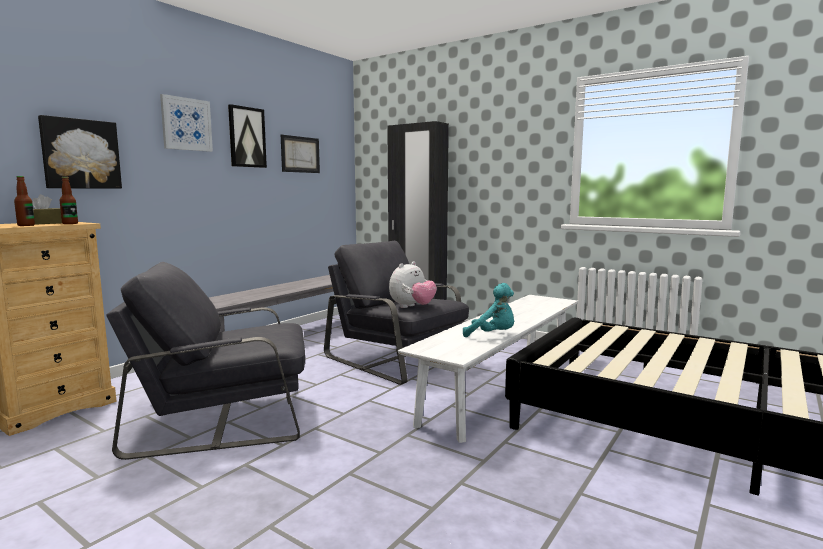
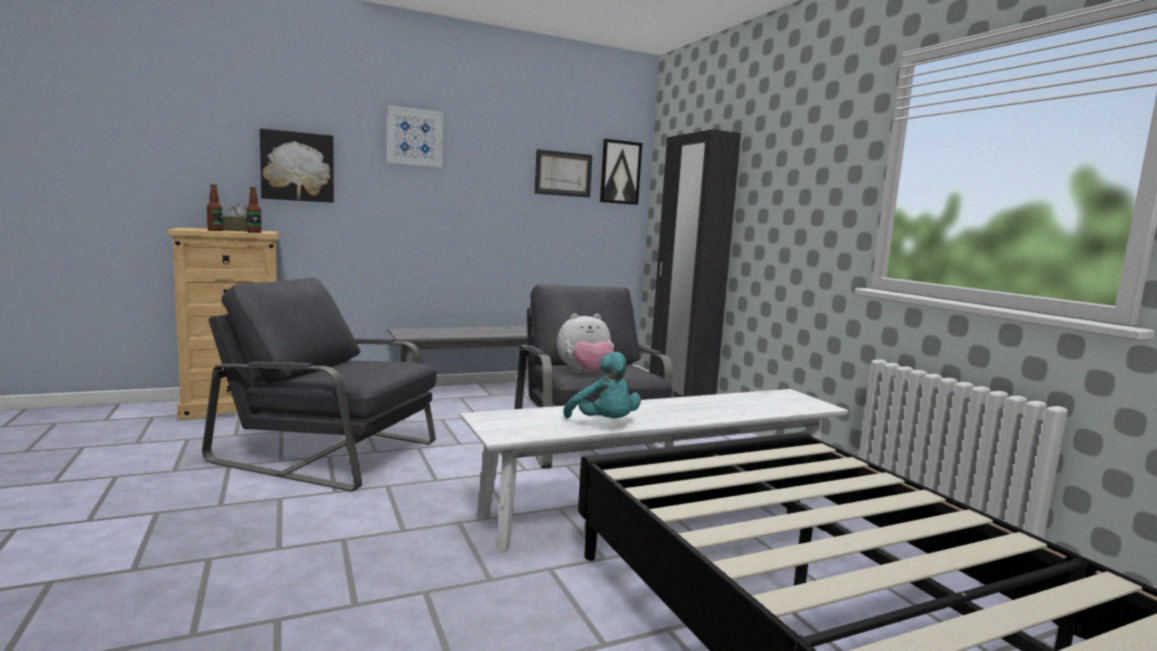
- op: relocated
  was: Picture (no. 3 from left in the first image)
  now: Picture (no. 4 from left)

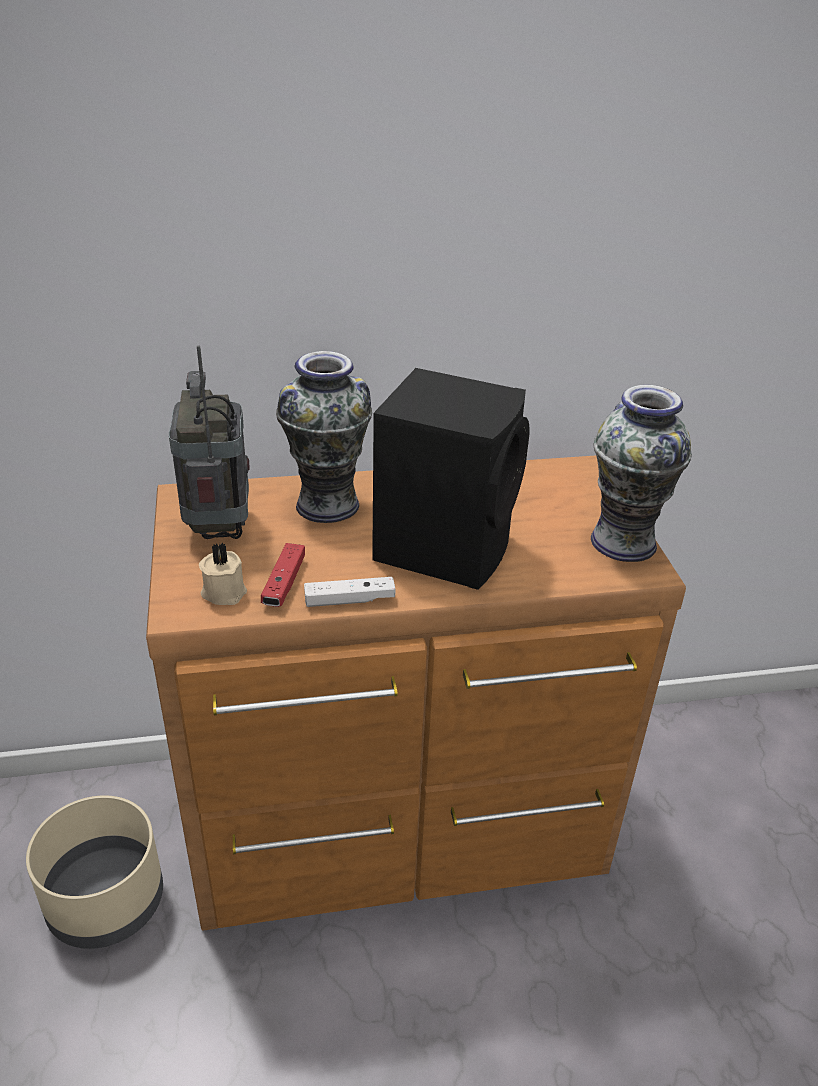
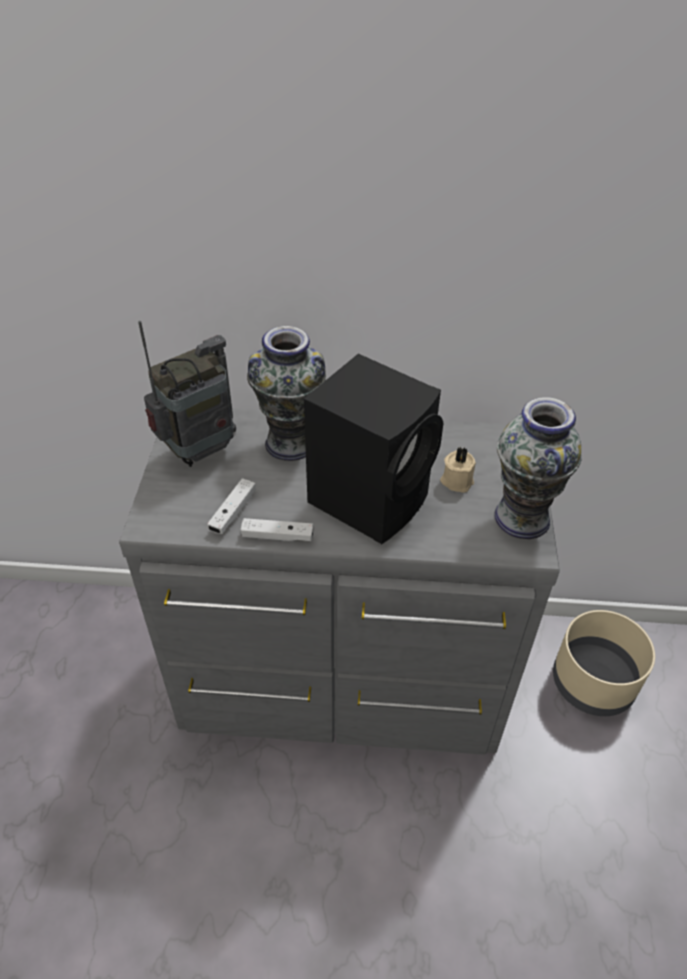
- op: colour
  was: BrownDrawerChest
  now: GreyDrawerChest
- op: spun
  was: RadioSet
  clockwise: 45
- op: colour
  was: ReddishGameController
  now: WhitishGameController (no. 1 from left)
- op: relocated
  was: BeigeColouredWaxLight
- op: relocated
  was: BeigeColouredPlanter

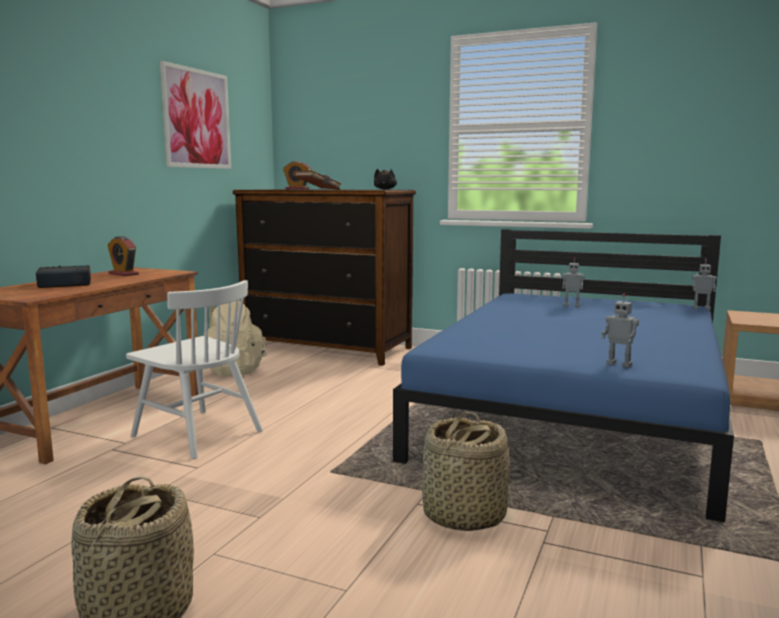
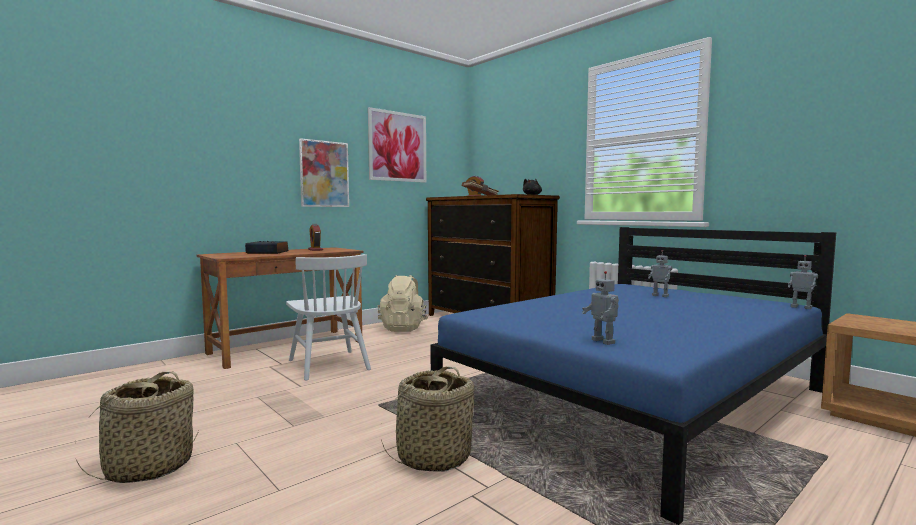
- op: appeared
  now: Picture (no. 1 from left)

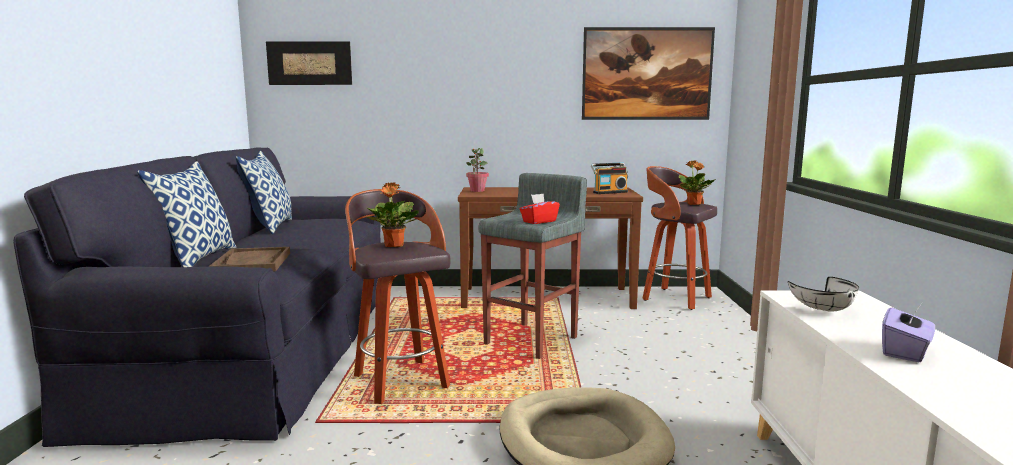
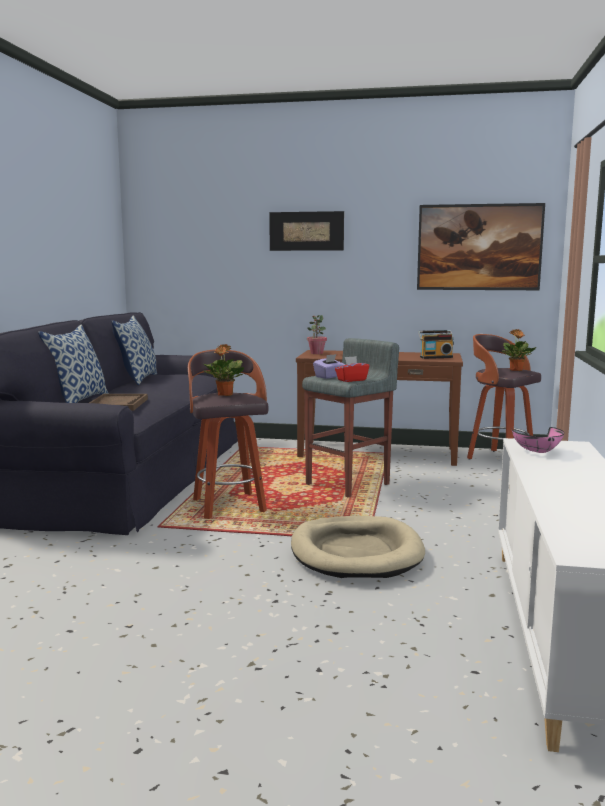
- op: relocated
  was: Picture (no. 1 from left)
- op: relocated
  was: PurpleTissueHolder
- op: colour
  was: WhitishBowl
  now: PinkBowl

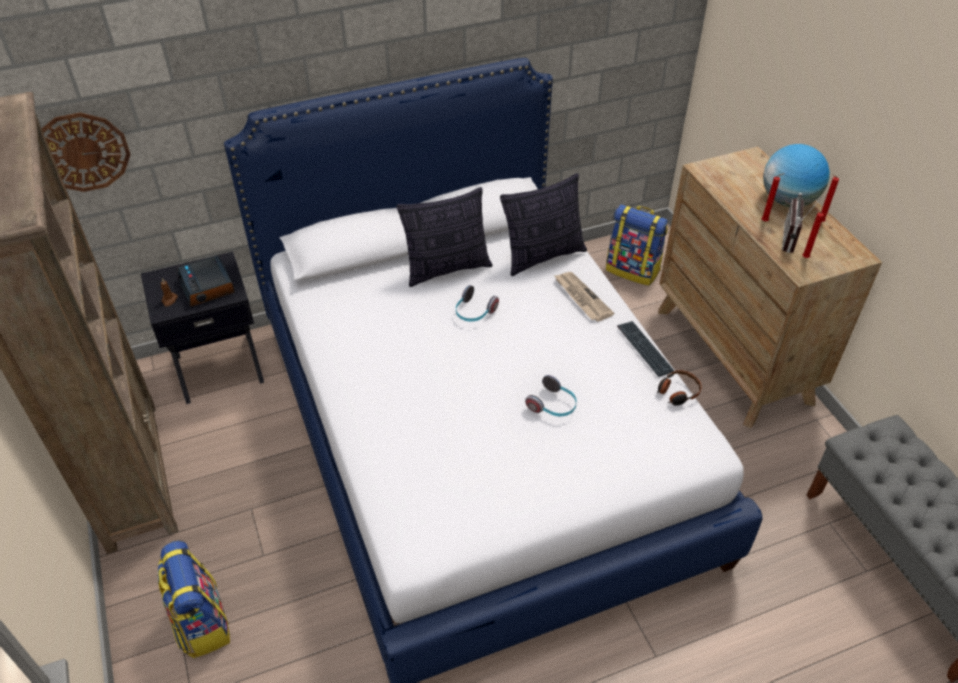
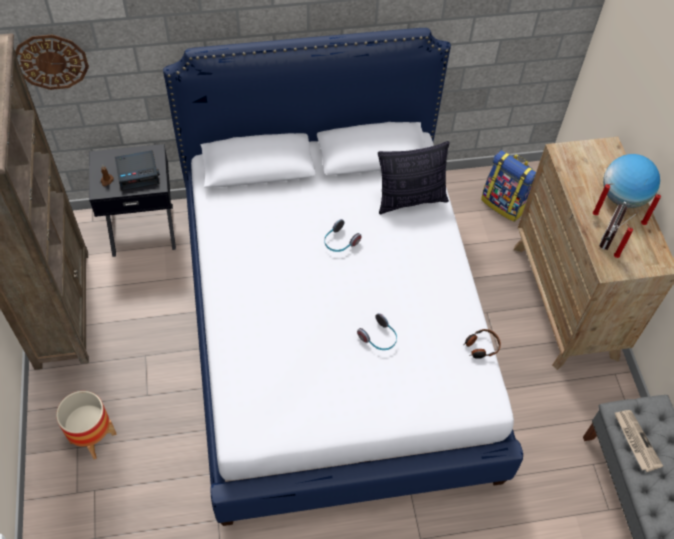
- op: exchanged
  was: Knapsack (no. 1 from left)
  now: Planter
- op: spun
  was: AlarmClock
  clockwise: -90
- op: relocated
  was: PrintedPaper
- op: missing
  was: Pillow (no. 1 from left)
- op: missing
  was: ComputerKeyboard

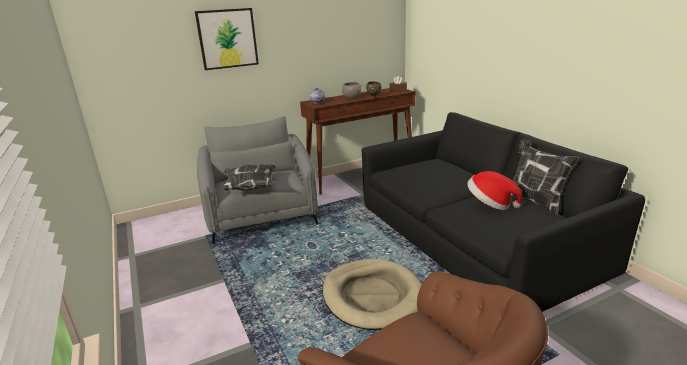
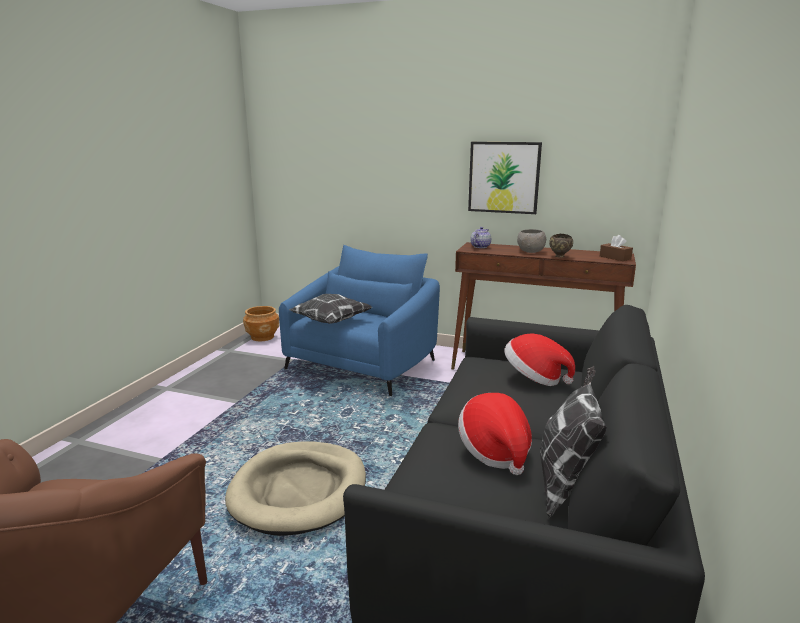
- op: appeared
  now: BrownPlanter
- op: colour
  was: GreyEasyChair
  now: BluishEasyChair
- op: relocated
  was: Picture
- op: appeared
  now: WearableHat (no. 2 from left)

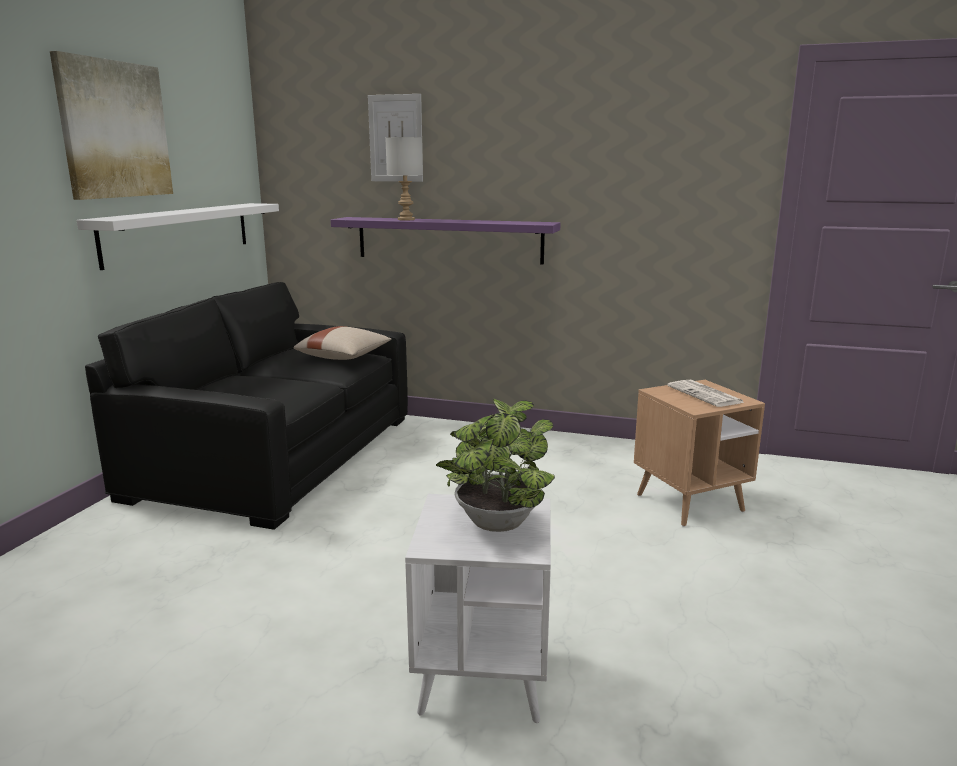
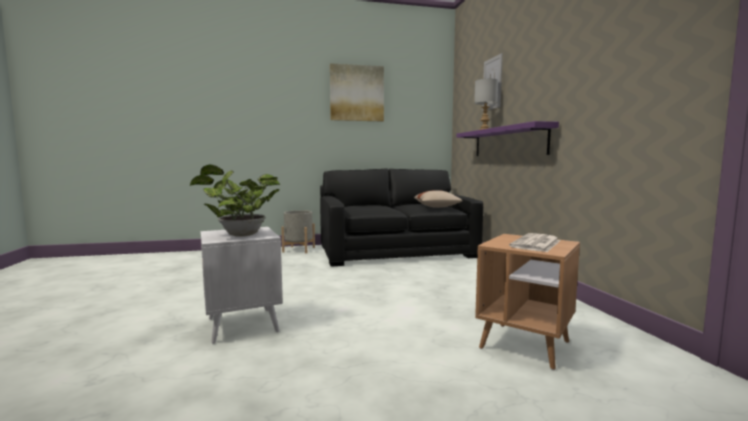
- op: appeared
  now: GreyPlanter
- op: missing
  was: WhitishWallShelf

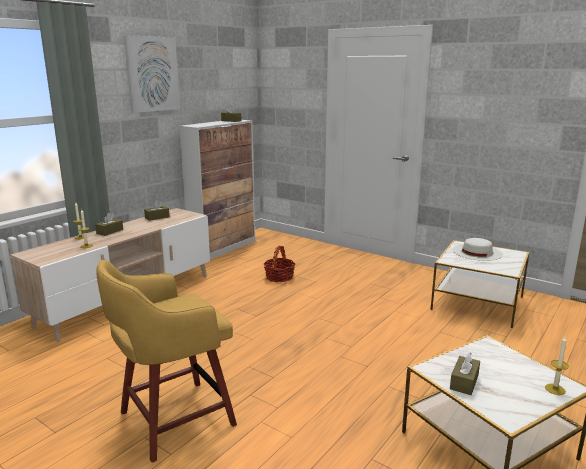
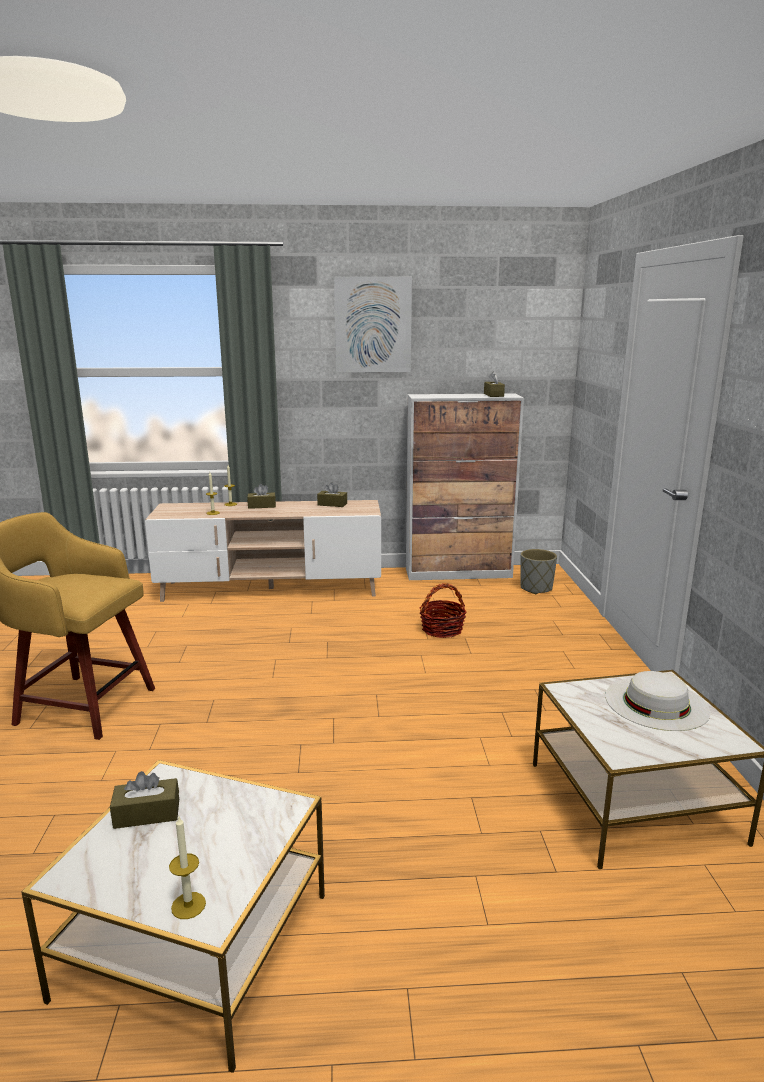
- op: appeared
  now: GreyPlanter

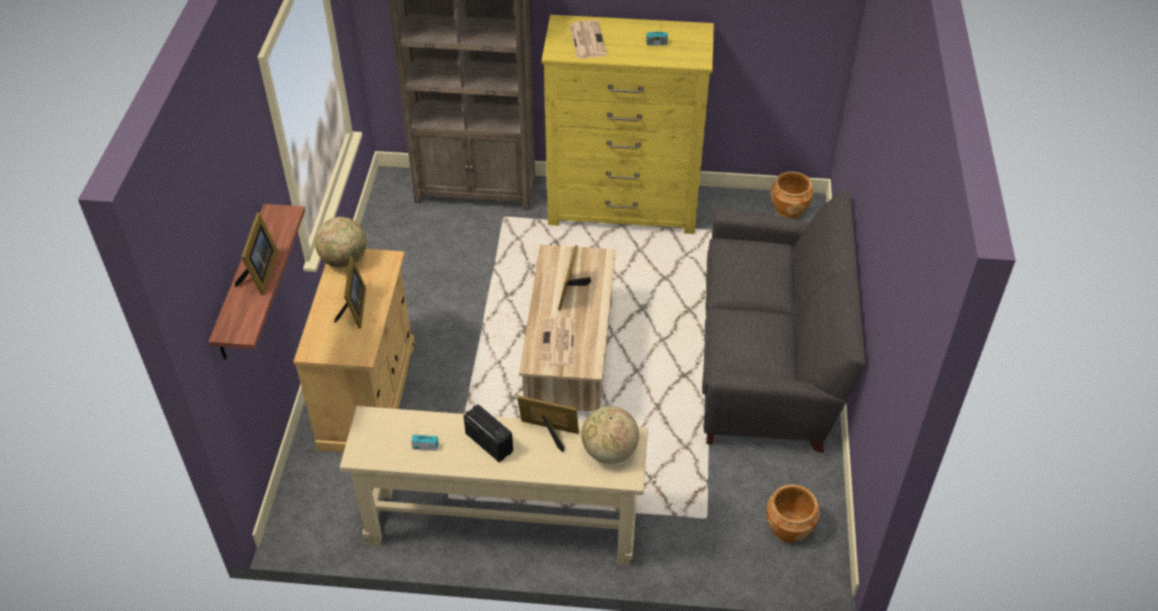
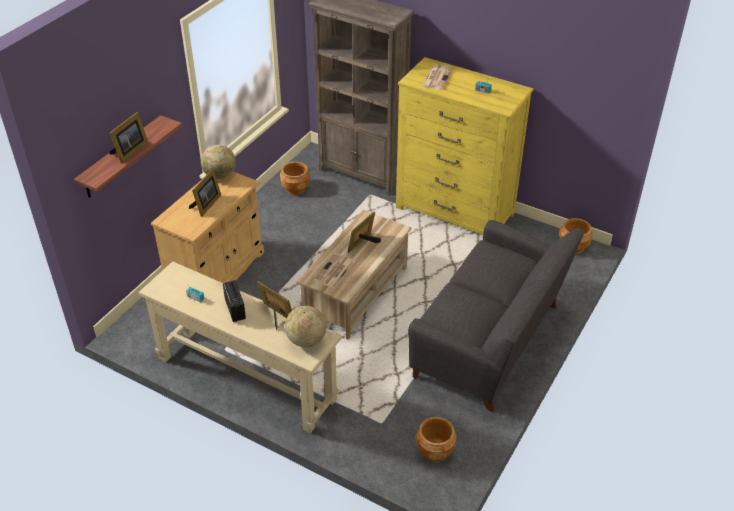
- op: appeared
  now: BrownPlanter (no. 1 from left)

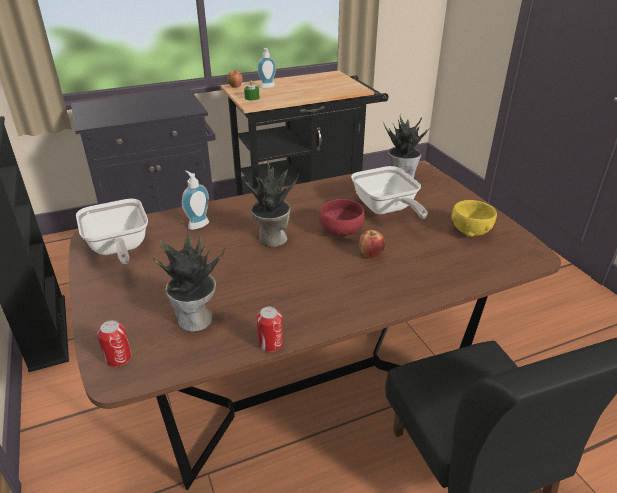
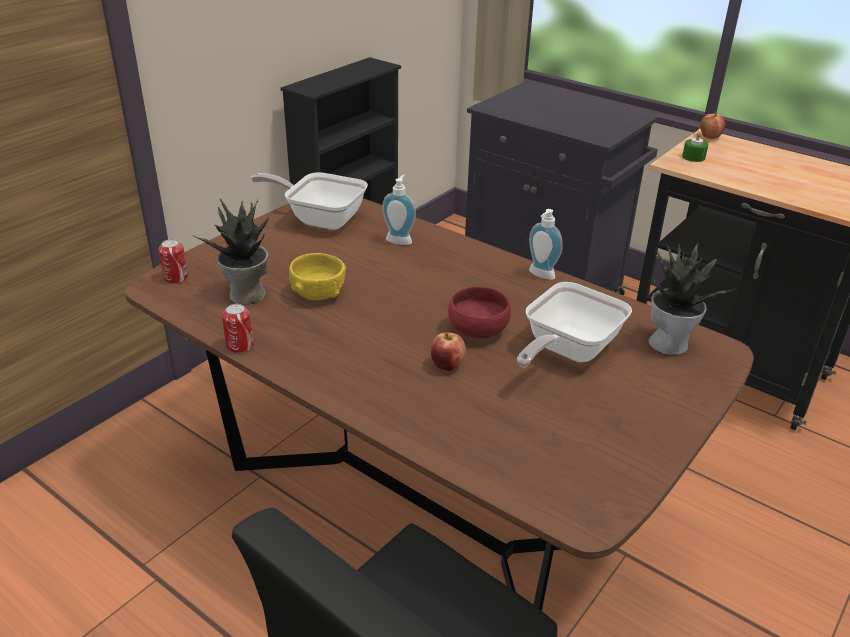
- op: spun
  was: Skillet (no. 1 from left)
  clockwise: 75
- op: relocated
  was: YellowBowl
- op: relocated
  was: SoapBottle (no. 2 from left)
- op: missing
  was: PottedPlant (no. 2 from left)

